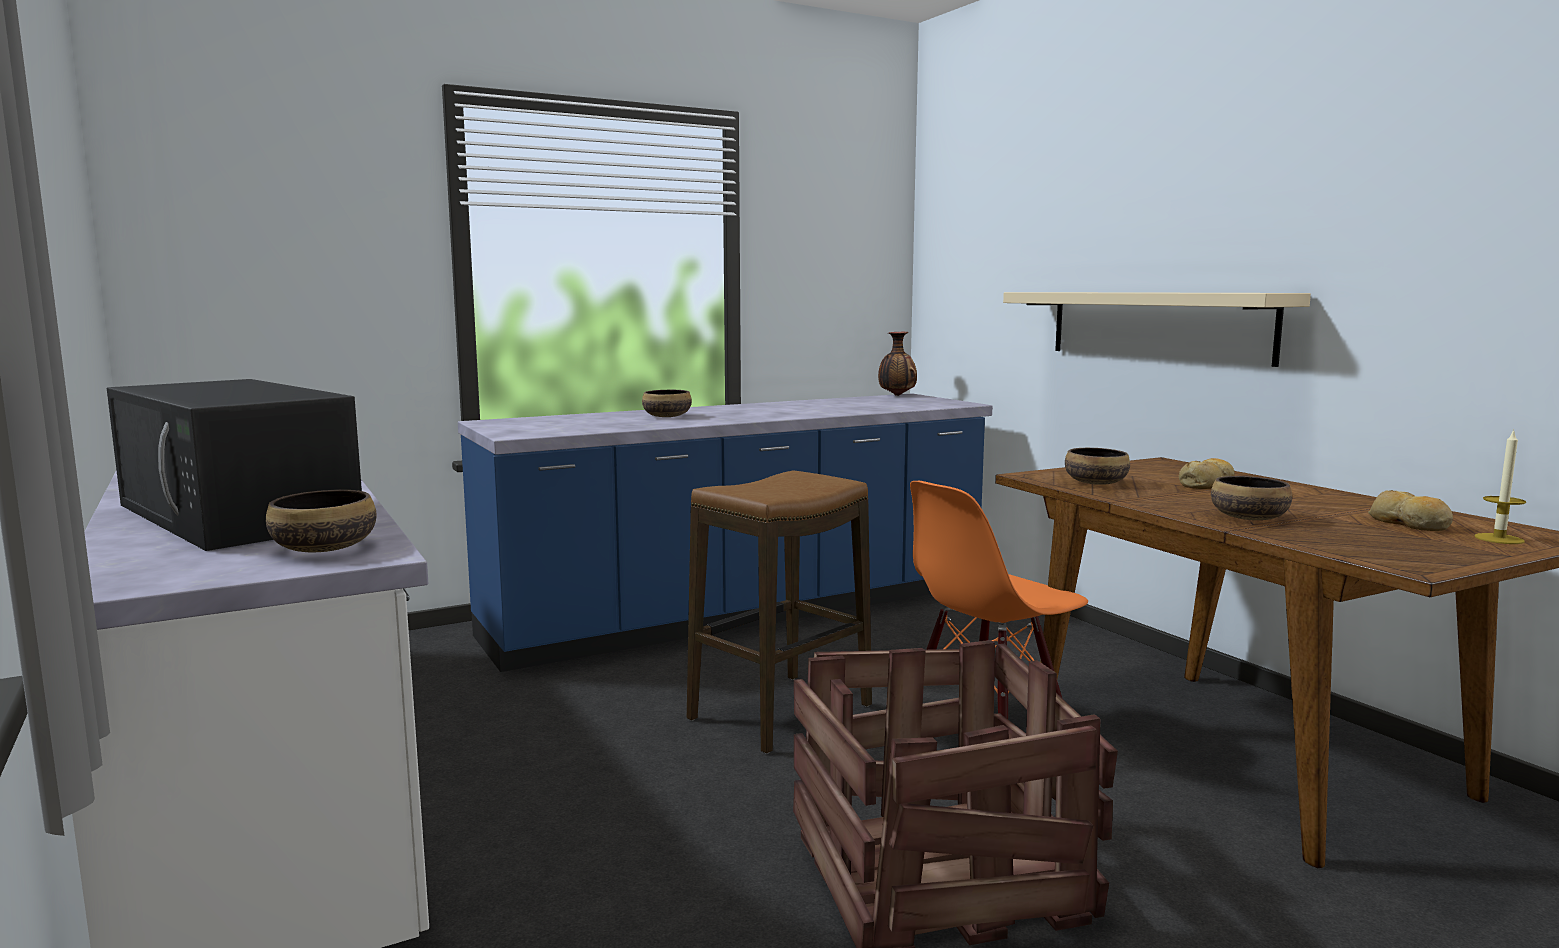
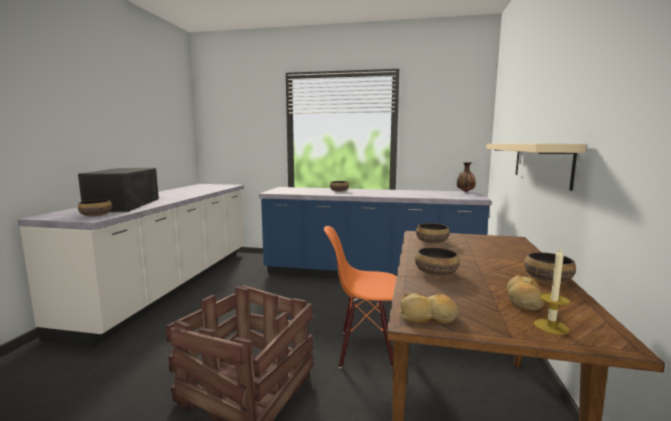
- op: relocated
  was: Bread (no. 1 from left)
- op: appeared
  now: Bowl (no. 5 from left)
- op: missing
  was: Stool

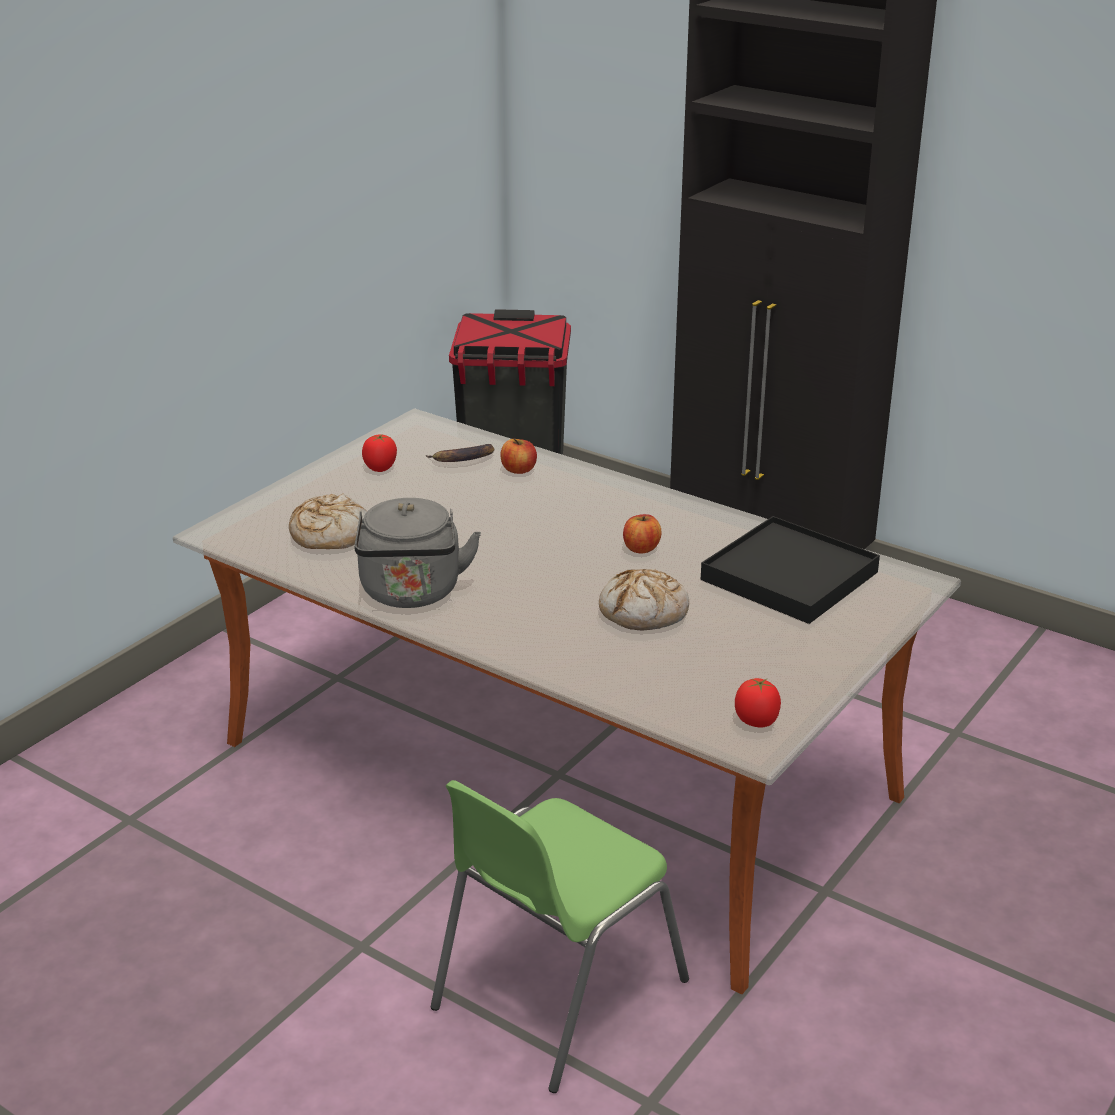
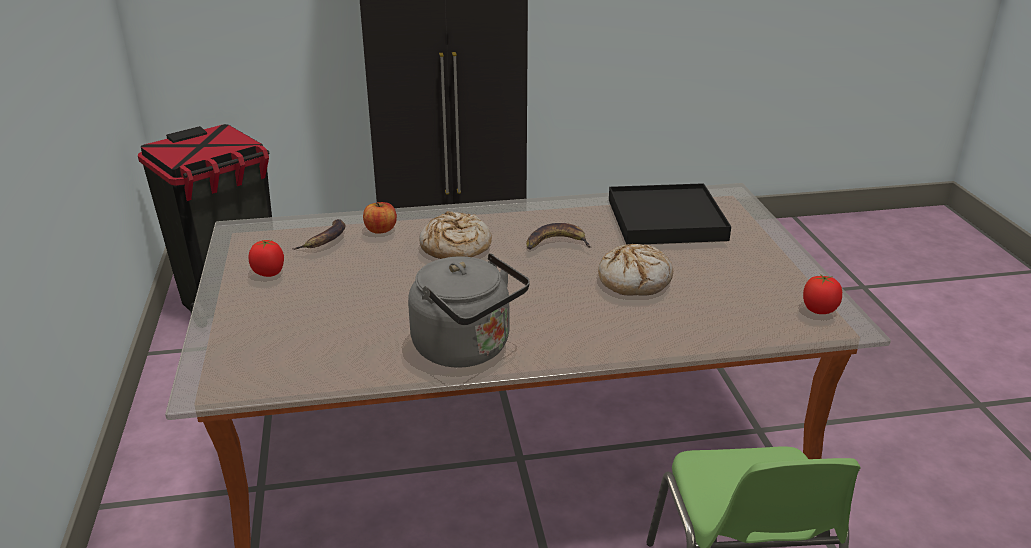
- op: relocated
  was: Bread (no. 1 from left)
- op: exchanged
  was: AppleFruit (no. 2 from left)
  now: Banana (no. 2 from left)

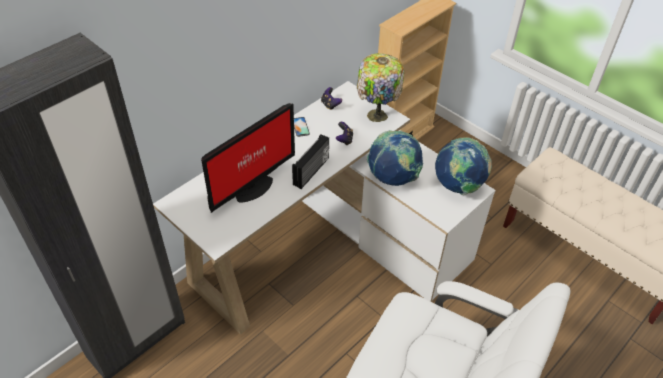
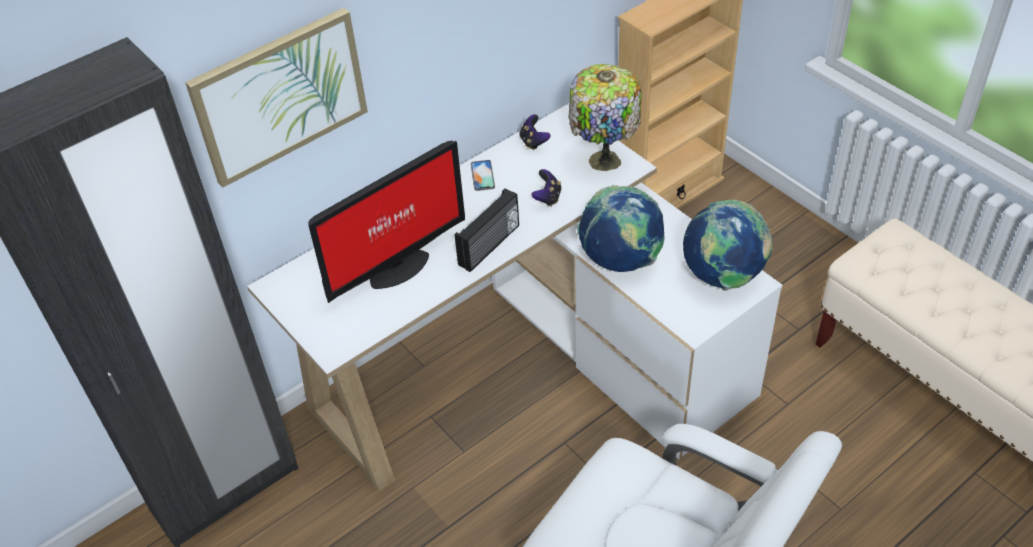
- op: appeared
  now: Picture

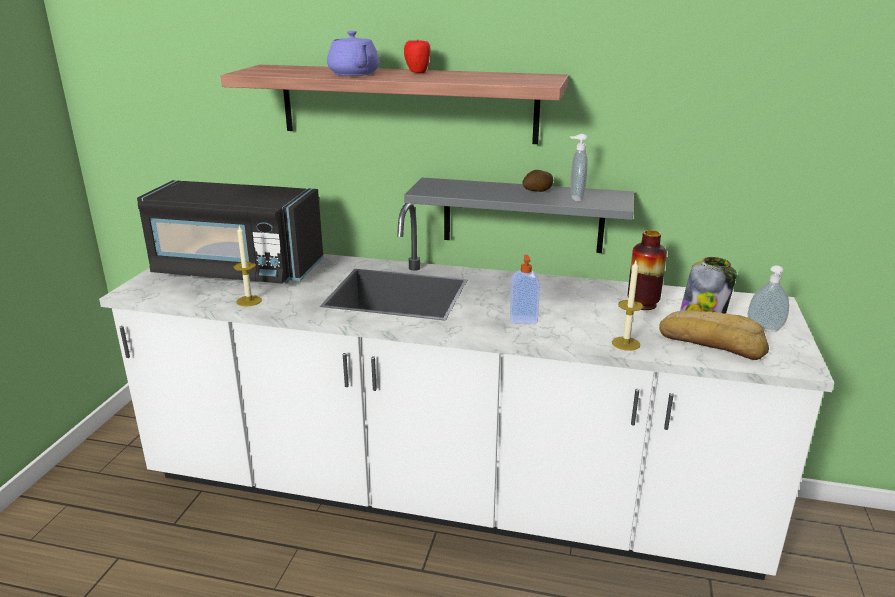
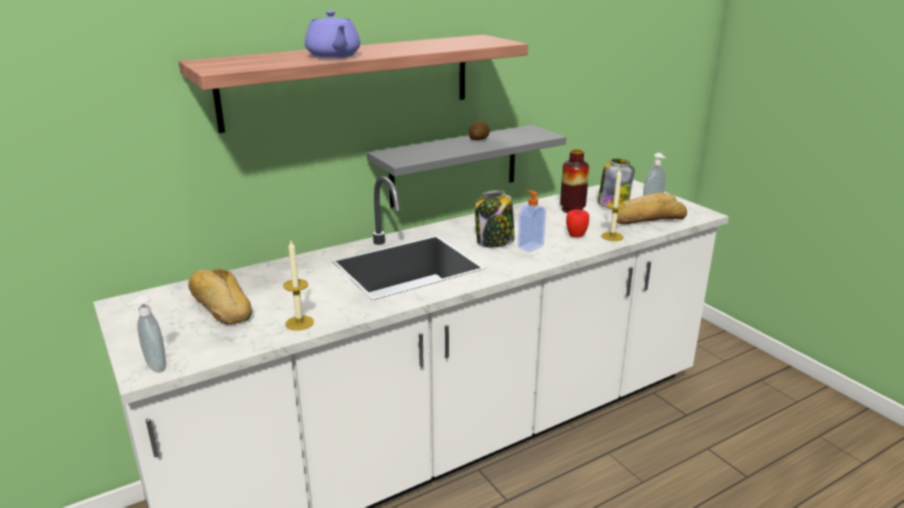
- op: relocated
  was: SoapBottle (no. 2 from left in the first image)
  now: SoapBottle (no. 1 from left)
- op: exchanged
  was: BlackMicrowaveOven
  now: Bread (no. 1 from left)
- op: spun
  was: PurplePotForTea
  clockwise: 45
- op: appeared
  now: Jar (no. 1 from left)
- op: relocated
  was: AppleFruit

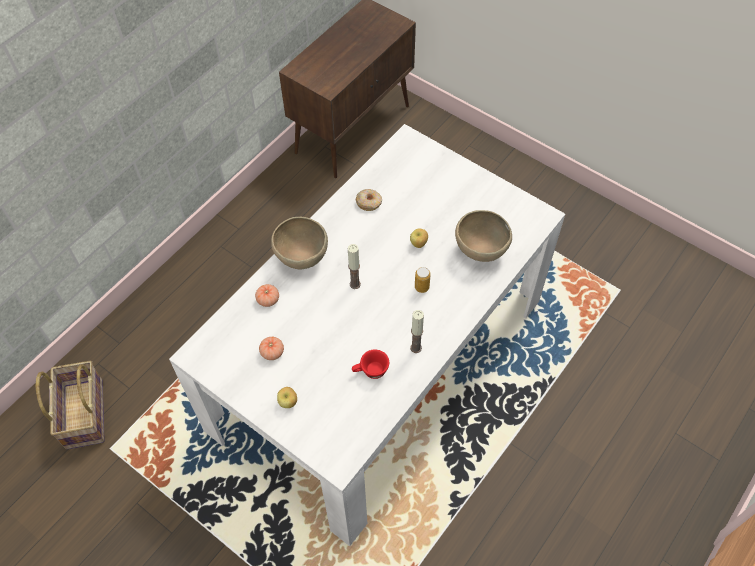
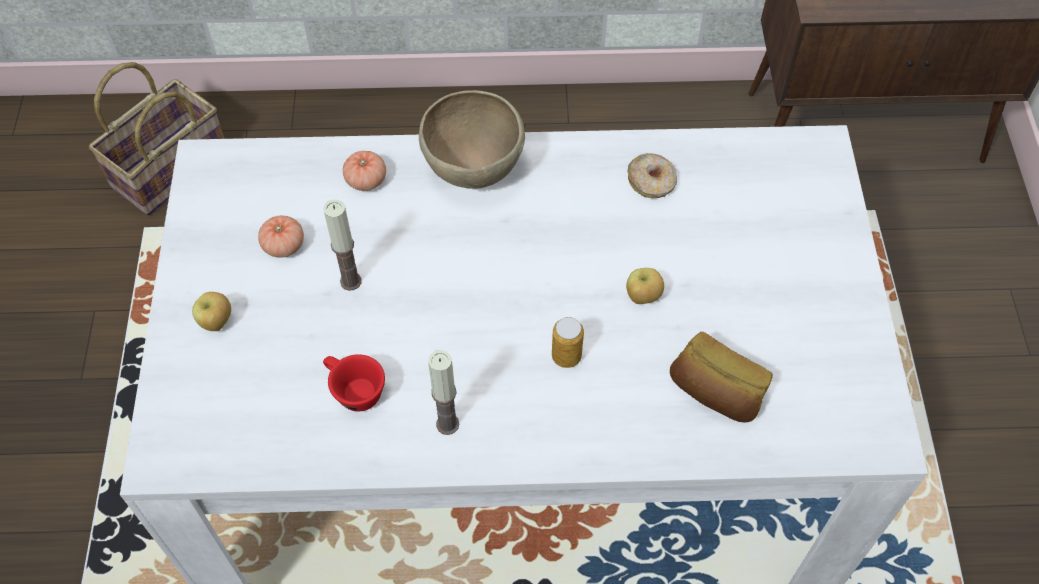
- op: relocated
  was: WaxLight (no. 1 from left)
- op: exchanged
  was: BrownBowl (no. 2 from left)
  now: Bread

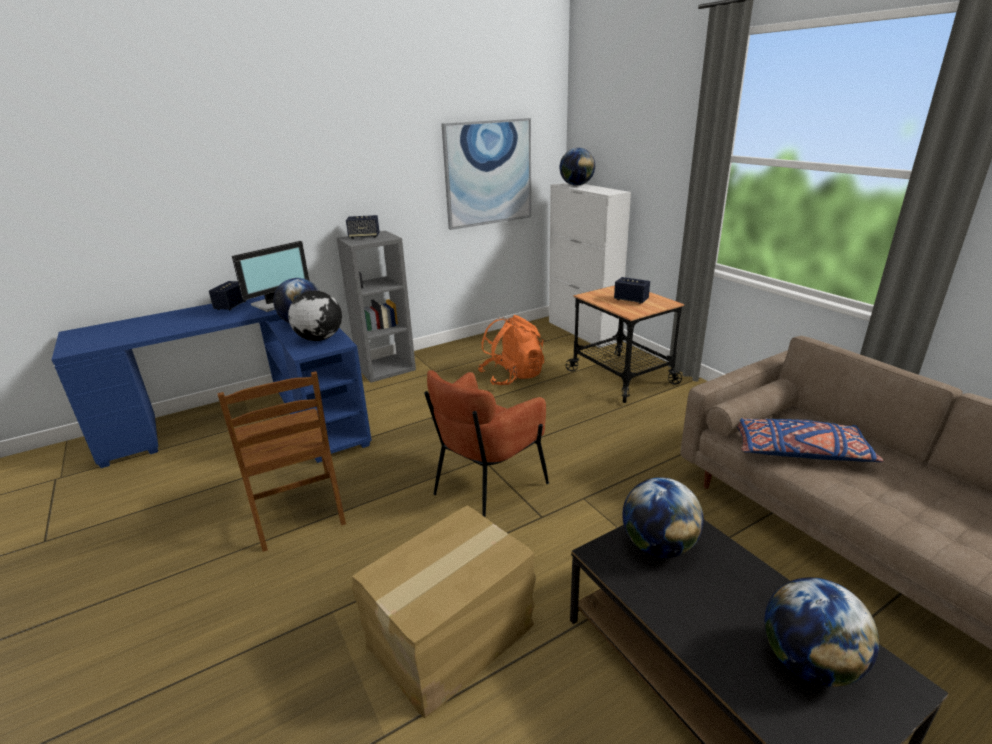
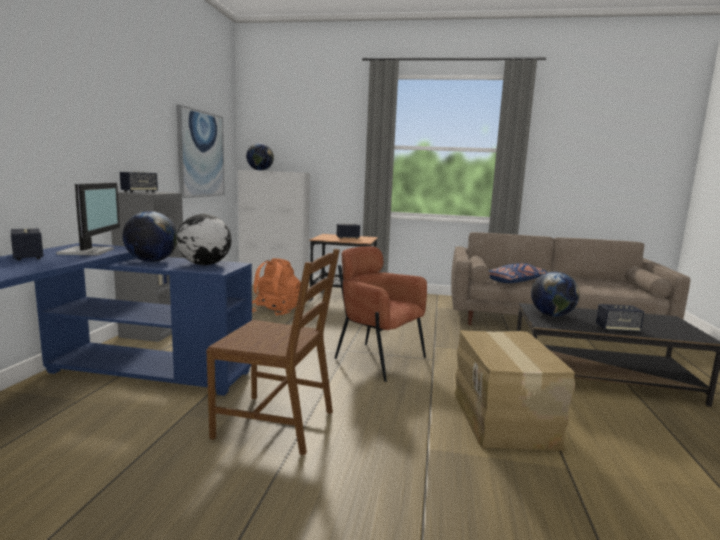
- op: spun
  was: BrownEasyChair
  clockwise: 135
- op: appeared
  now: Loudspeaker (no. 4 from left)
- op: missing
  was: DeskGlobe (no. 5 from left)

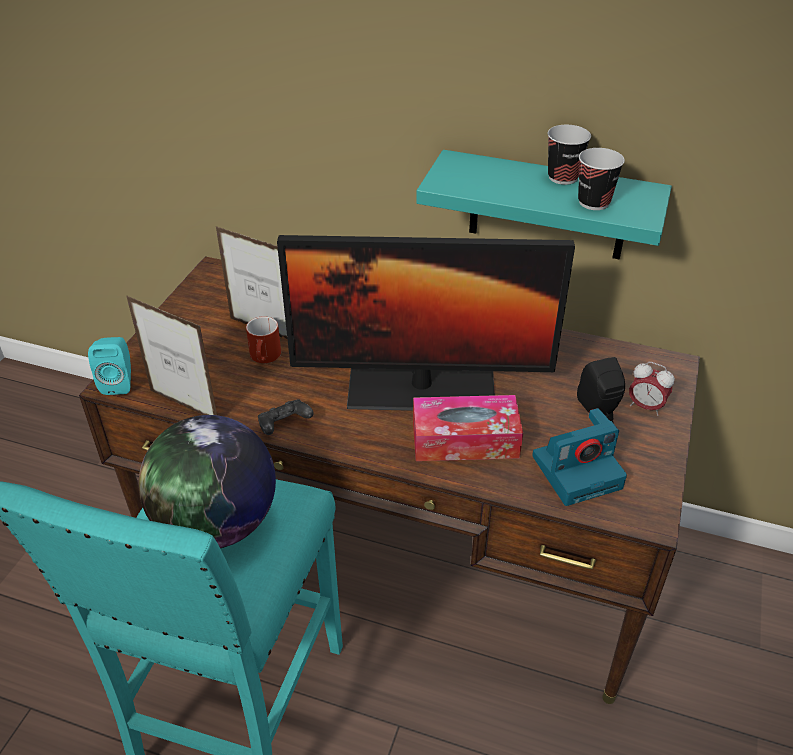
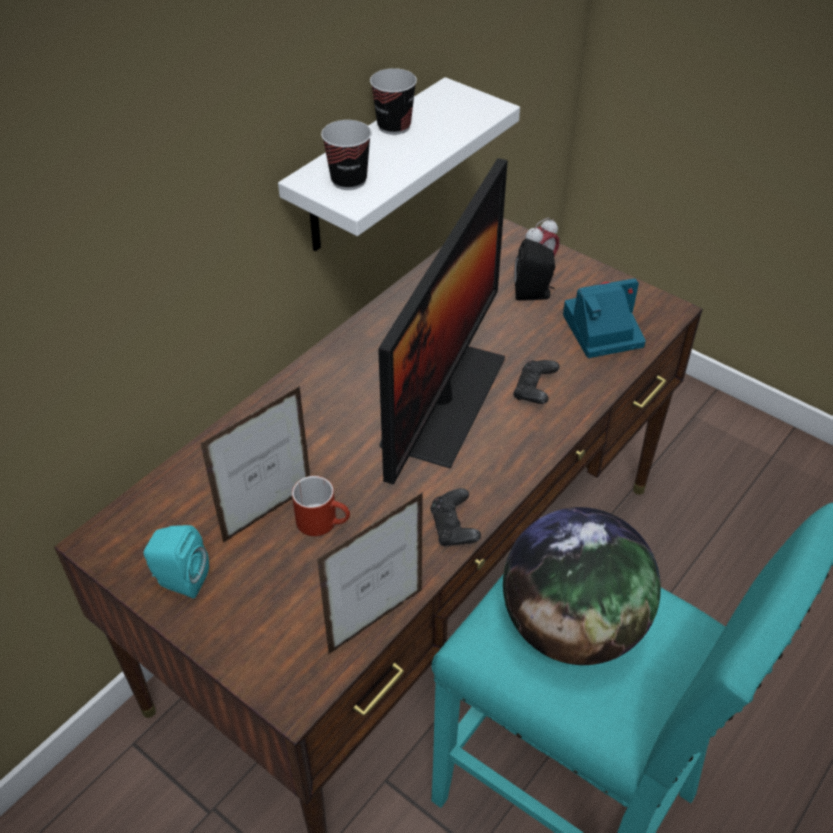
- op: relocated
  was: TurquoiseColouredLoudspeaker
- op: colour
  was: TurquoiseColouredWallShelf
  now: WhitishWallShelf
- op: relocated
  was: SmallCup (no. 2 from left in the first image)
  now: SmallCup (no. 1 from left)
- op: exchanged
  was: TissueHolder
  now: BlackGameController (no. 2 from left)
- op: spun
  was: PhotoCamera
  clockwise: -105

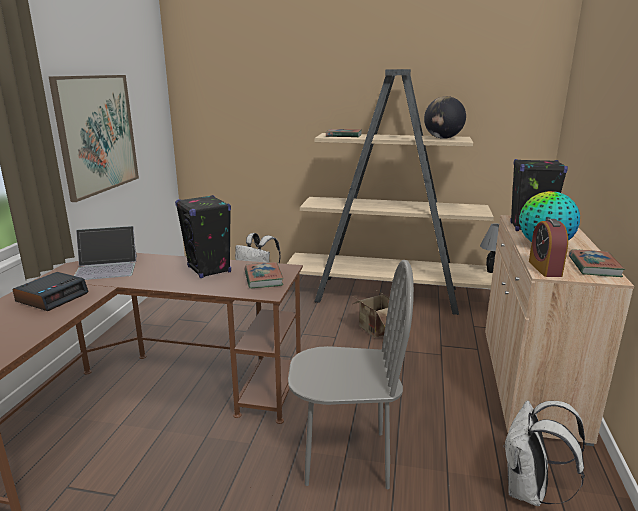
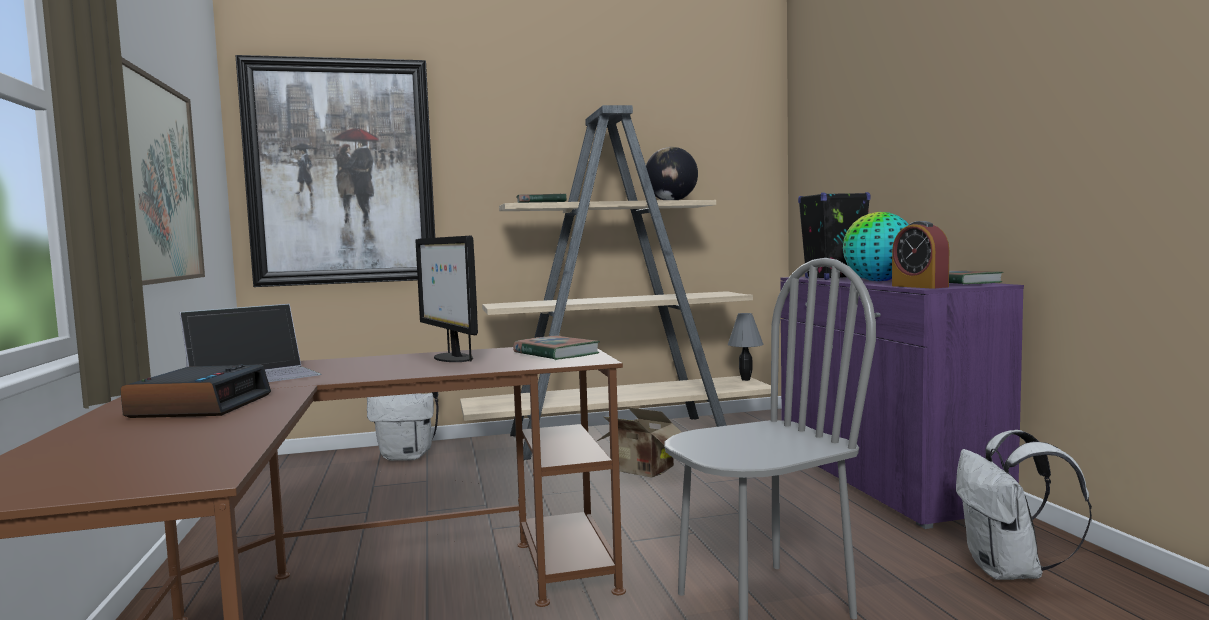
- op: appeared
  now: Picture (no. 2 from left)
- op: exchanged
  was: BlackLoudspeaker (no. 1 from left)
  now: ComputerDisplay
- op: colour
  was: BeigeColouredCupboard
  now: PurpleCupboard

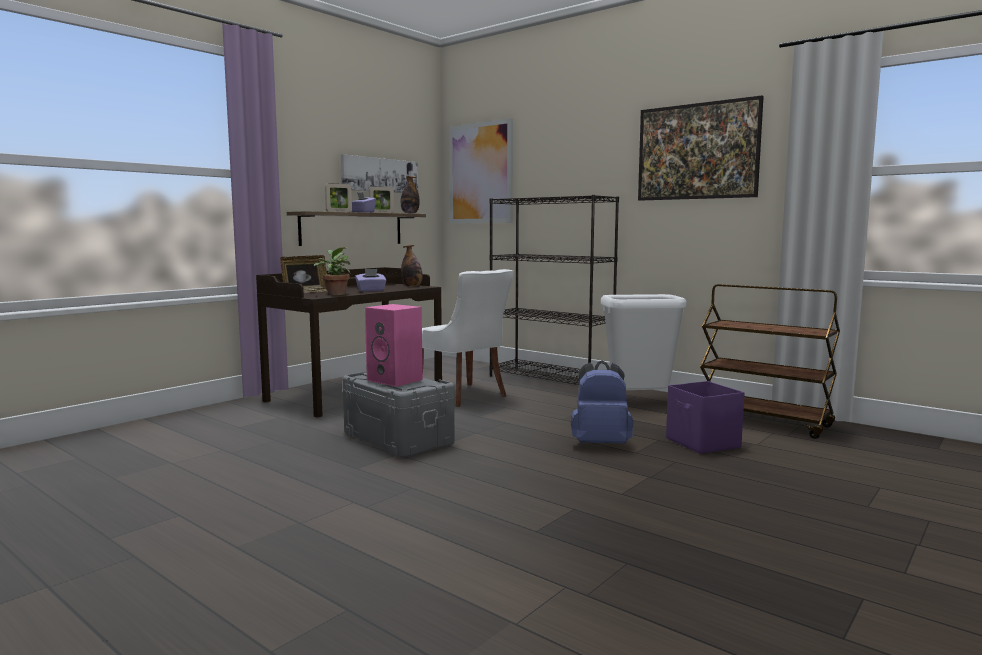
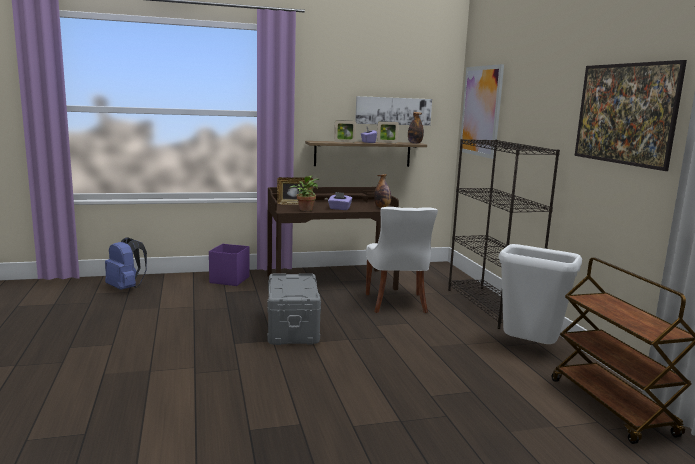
- op: relocated
  was: BluishKnapsack
- op: relocated
  was: PurpleStorageBox
- op: missing
  was: PinkLoudspeaker

